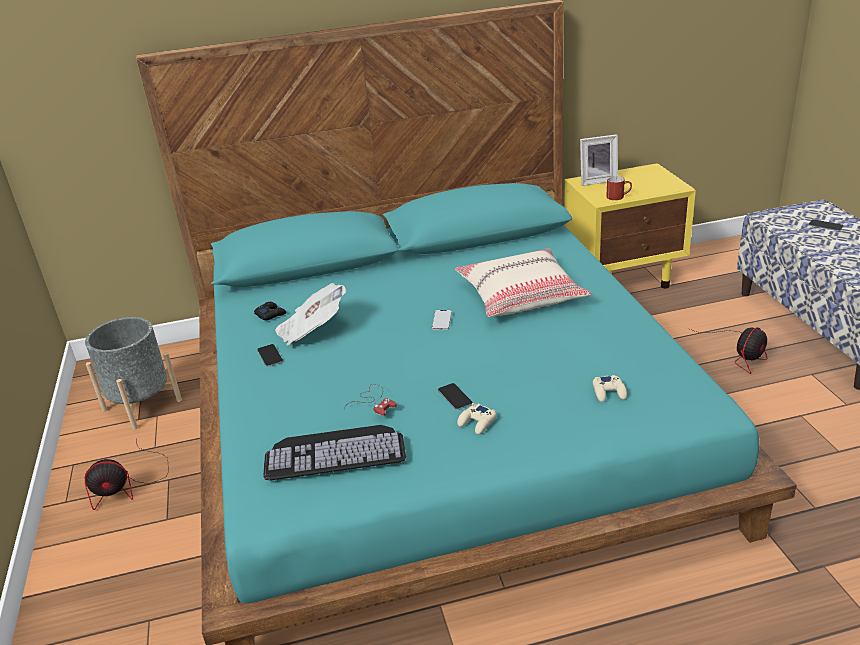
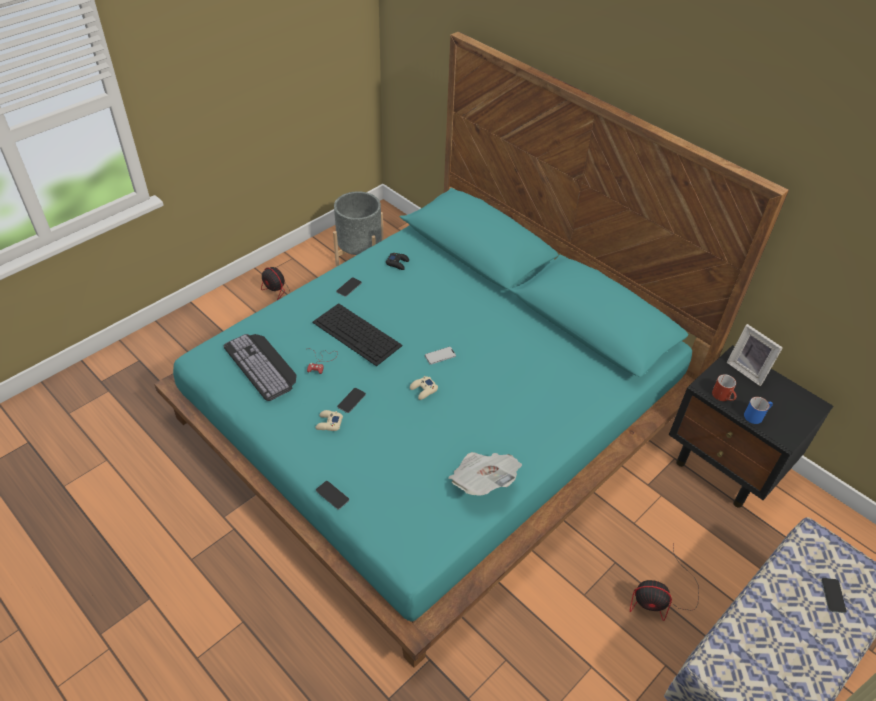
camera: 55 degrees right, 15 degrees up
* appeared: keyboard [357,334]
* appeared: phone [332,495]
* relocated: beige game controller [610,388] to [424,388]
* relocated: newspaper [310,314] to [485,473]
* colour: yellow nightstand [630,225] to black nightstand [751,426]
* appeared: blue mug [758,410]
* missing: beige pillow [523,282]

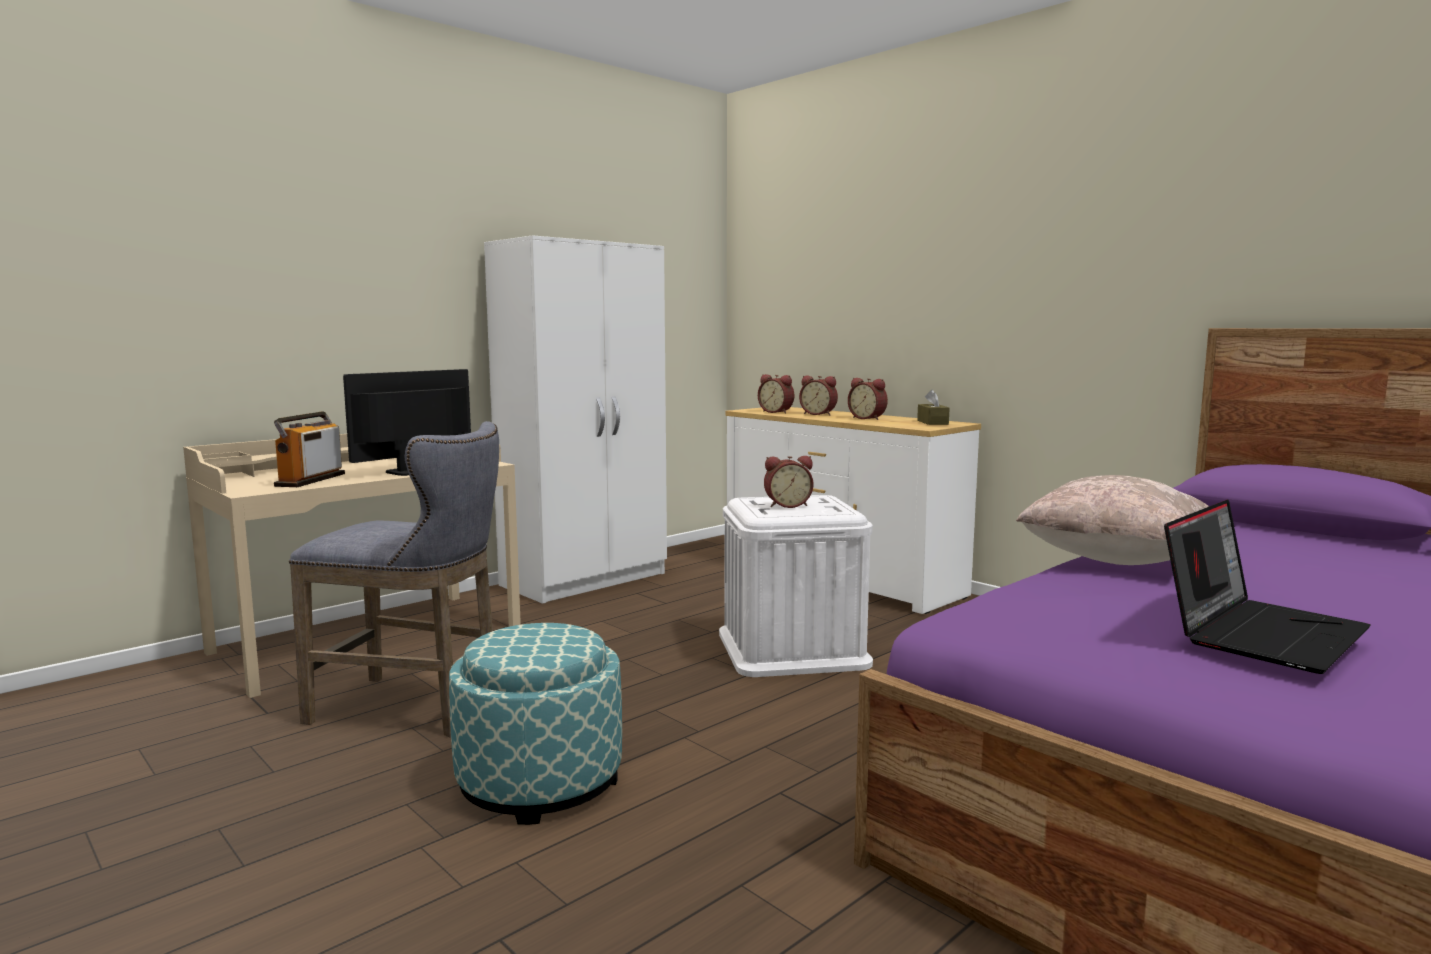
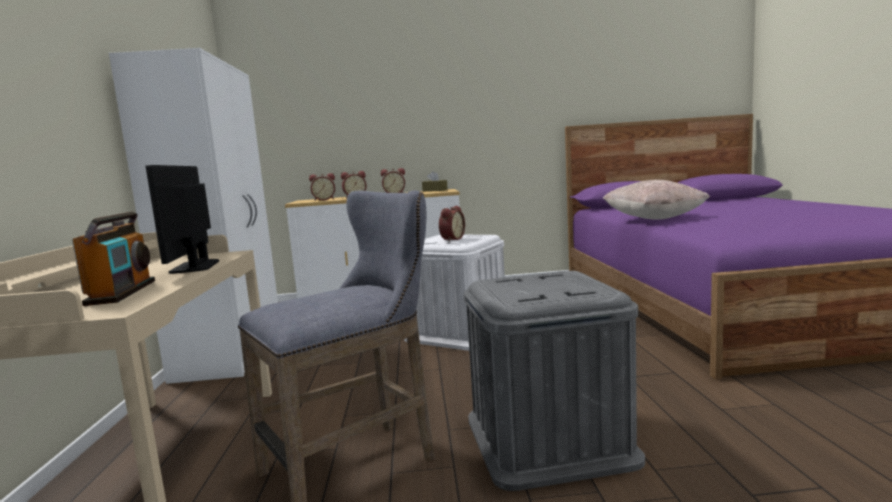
camera: 50 degrees left, 0 degrees up
* spun: radio [309,449] = [113,259] 150 degrees counterclockwise
* exchanged: ottoman [535,724] to grey storage box [554,381]
* missing: laptop [1267,586]

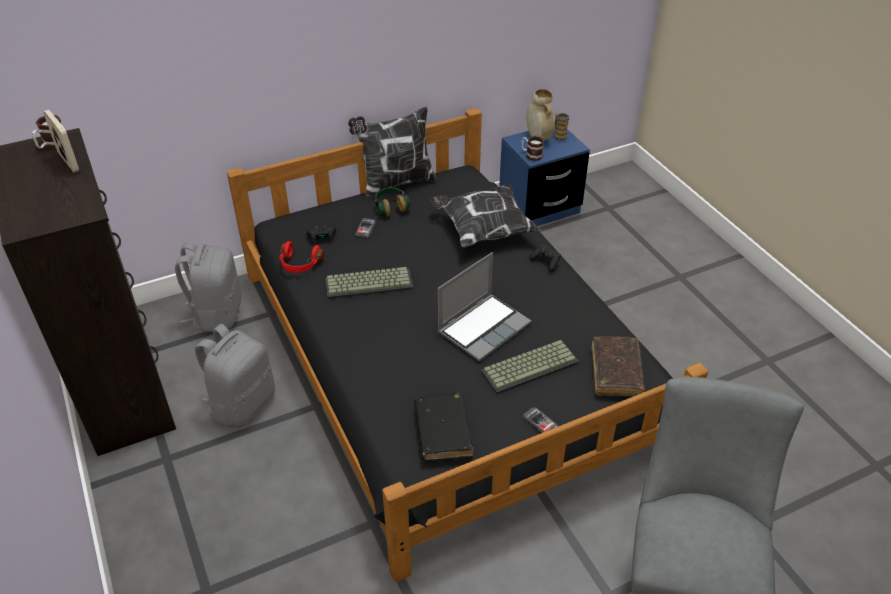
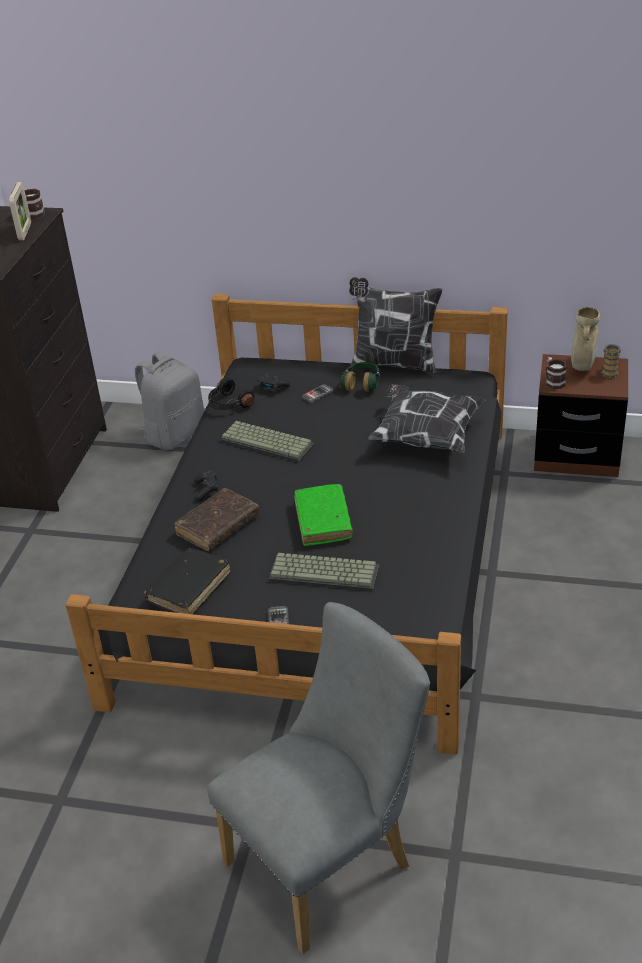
camera: 40 degrees right, 5 degrees down
* relocated: brown book [618,366] to [216,519]
* relocated: black game controller [545,258] to [206,485]
* colour: red headphones [302,257] to black headphones [231,394]
* exchanged: laptop [484,307] to green book [323,515]
* colour: blue nightstand [544,177] to brown nightstand [581,415]
* missing: grey backpack [235,376]

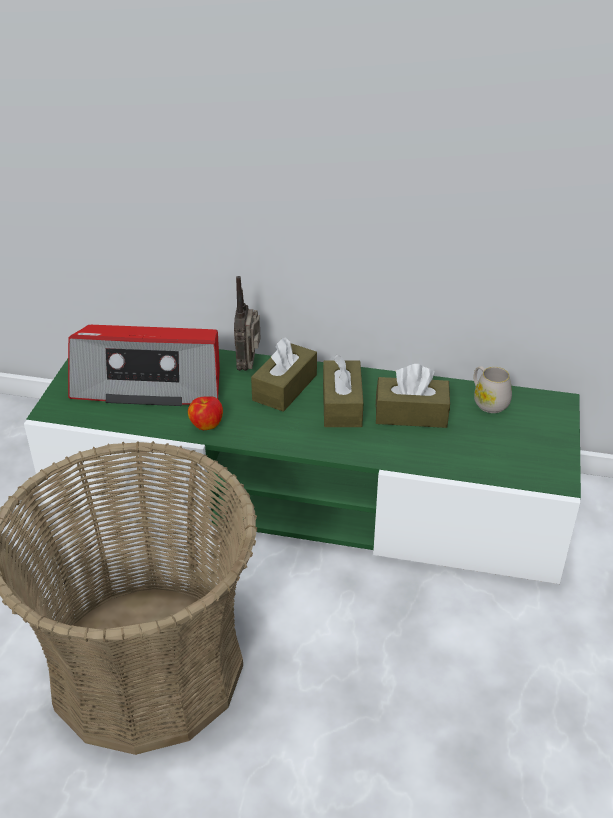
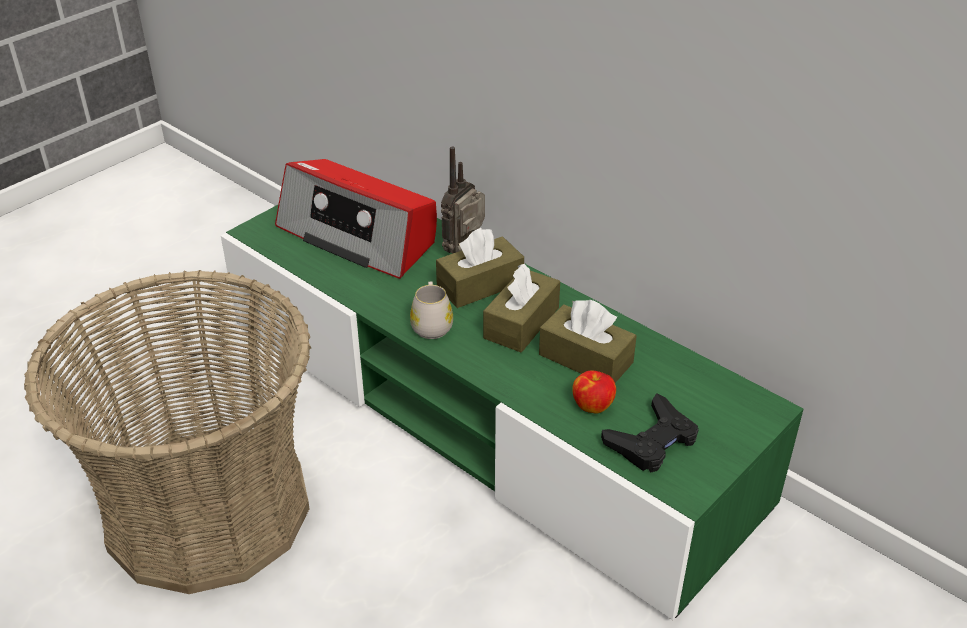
camera: 30 degrees right, 0 degrees up
* relocated: white mug [493,389] to [431,310]
* relocated: apple [205,413] to [594,392]
* appeared: black game controller [650,432]

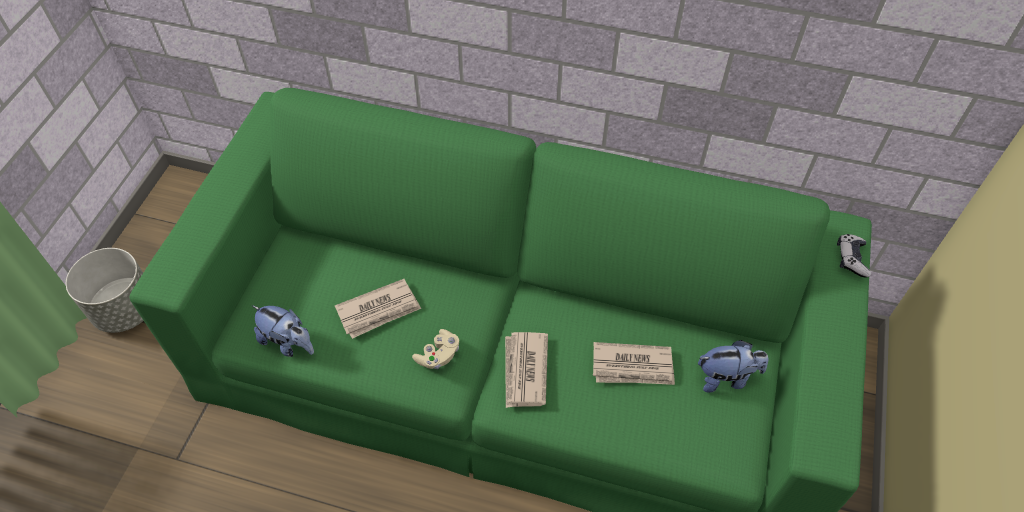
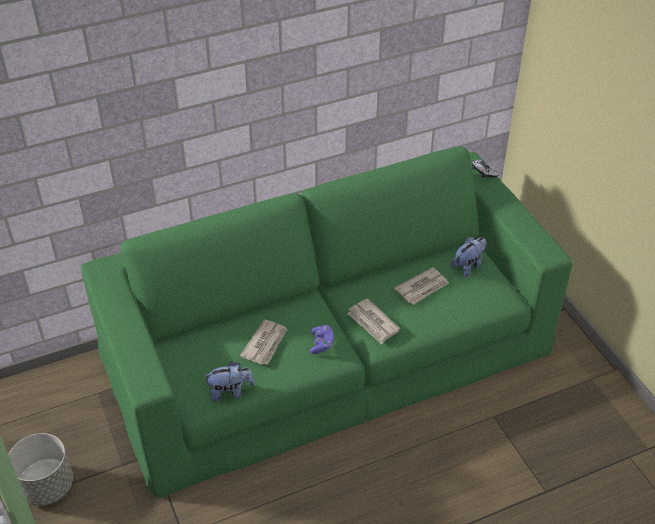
camera: 40 degrees left, 10 degrees down
* colour: beige game controller [435,349] to purple game controller [321,339]

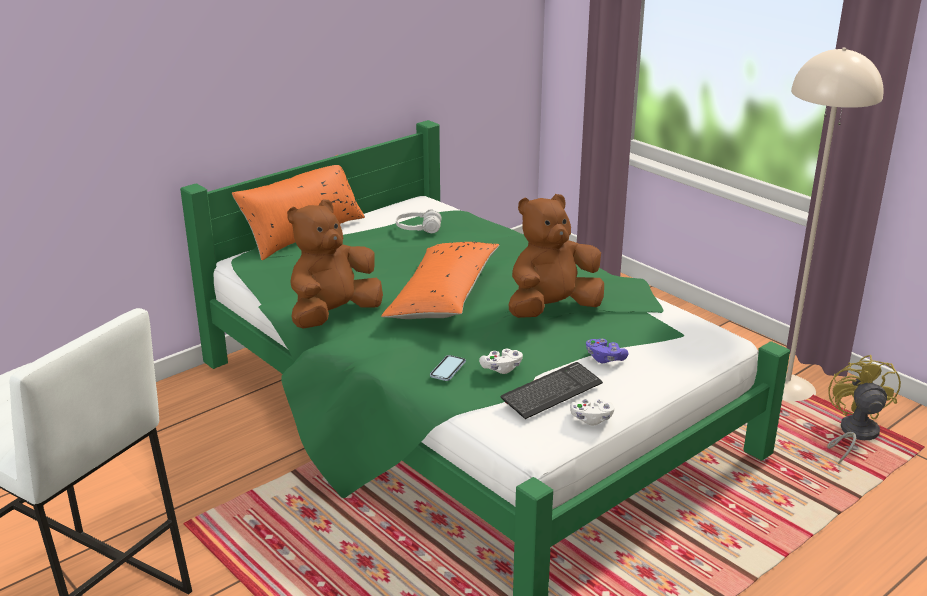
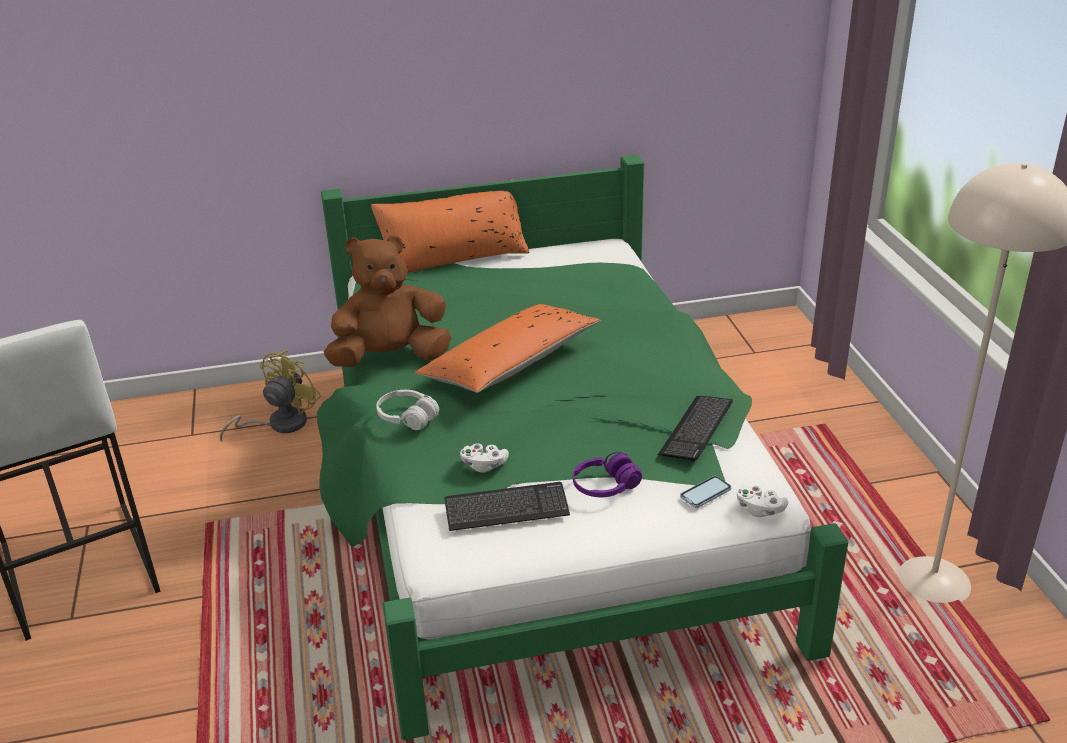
camera: 30 degrees right, 5 degrees up
* relocated: yellow fan [864,409] to [270,395]
* relocated: white headphones [419,221] to [407,410]
* exchanged: purple game controller [607,351] to purple headphones [607,474]
* appeared: keyboard [695,429]
* relocated: phone [448,368] to [705,492]
* relocated: white game controller [592,412] to [762,501]
* missing: brown plush toy [556,256]

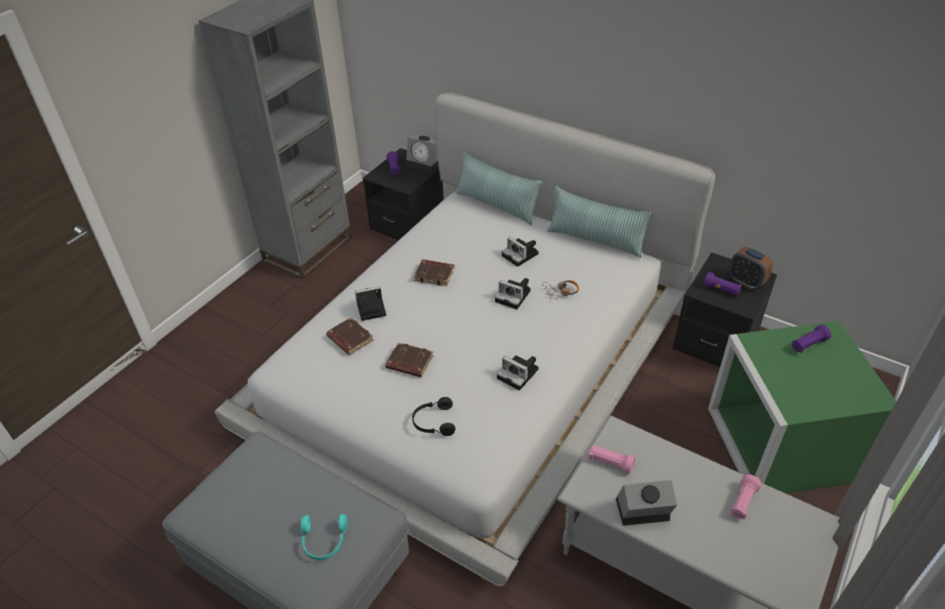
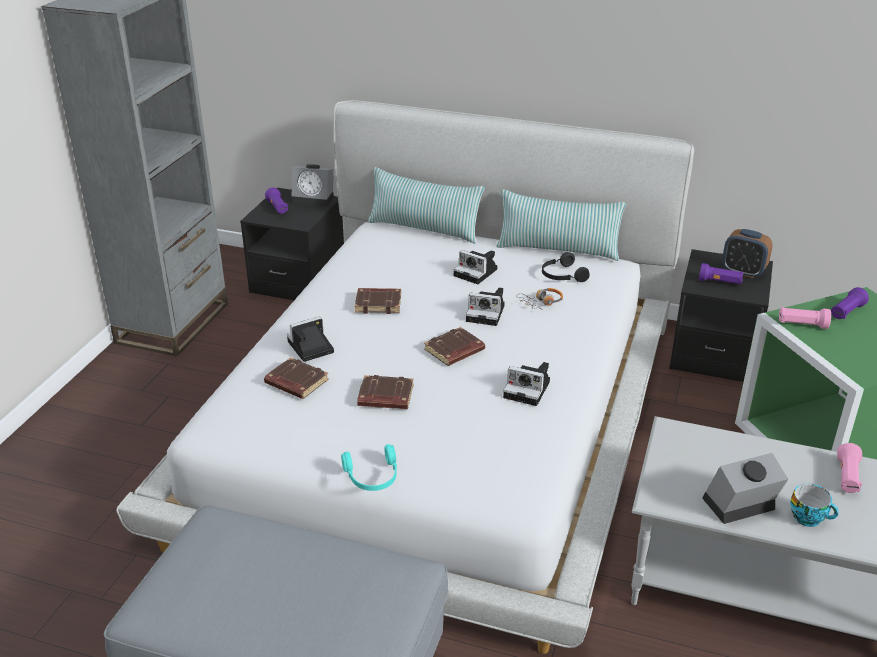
camera: 15 degrees left, 10 degrees down
* relocated: turquoise headphones [324,537] to [369,467]
* appeared: brown book [454,346]
* relocated: black headphones [433,416] to [566,267]
* relocated: pink flashlight [612,459] to [805,318]
* appeared: cup [814,505]

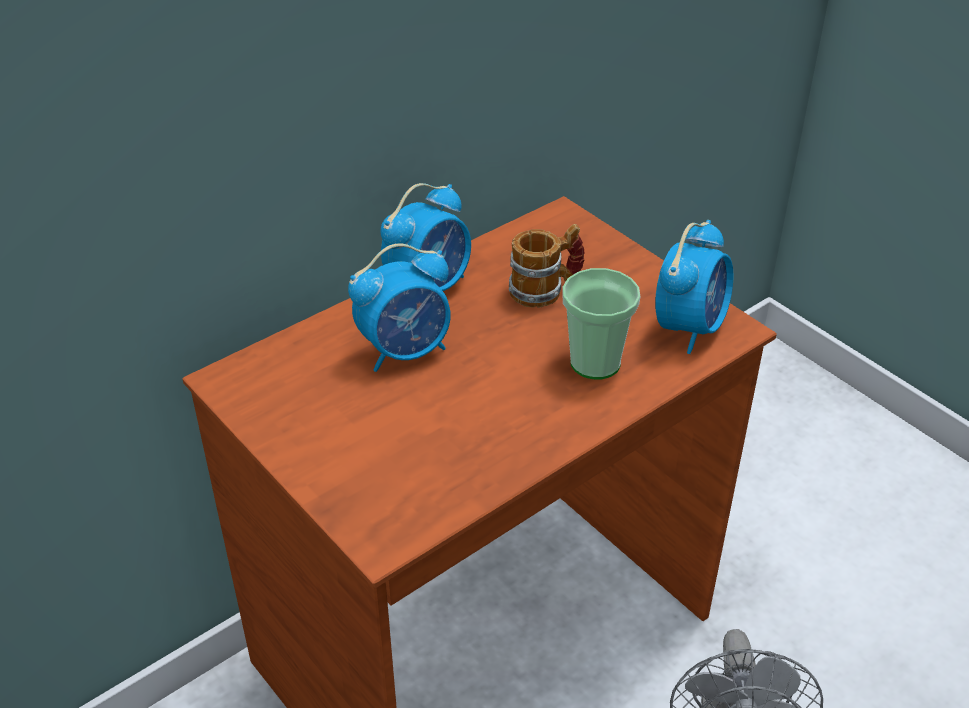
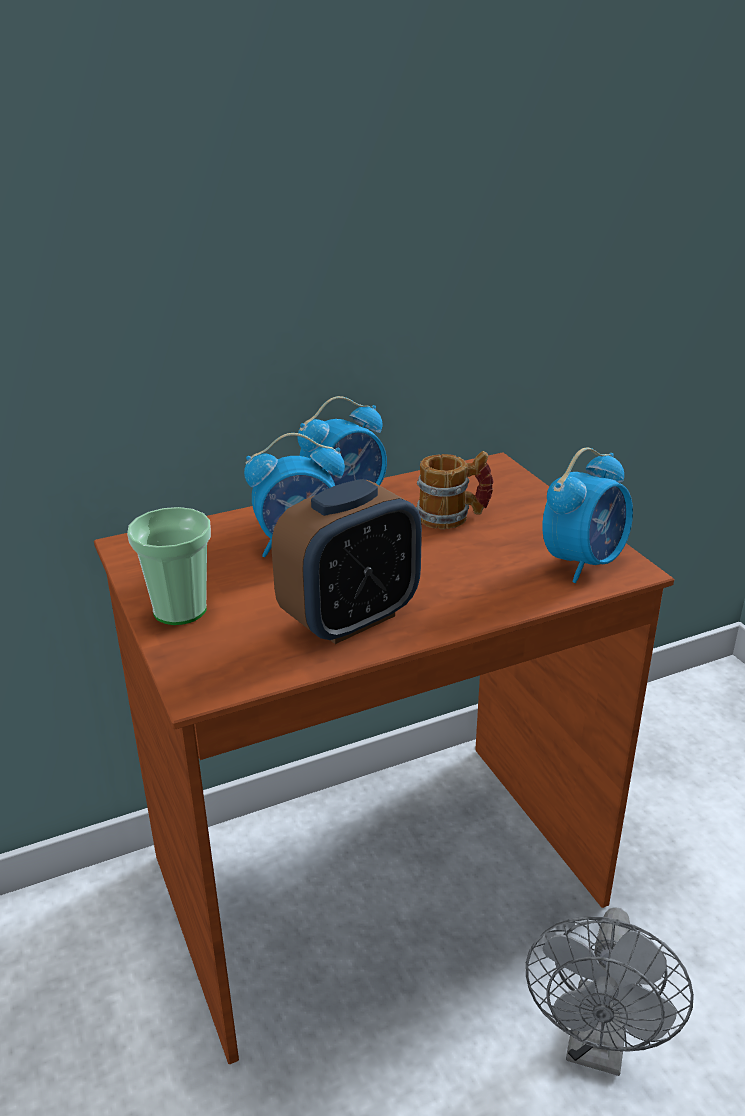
camera: 15 degrees right, 10 degrees down
* relocated: cup [601,324] to [169,566]
* appeared: alarm clock [347,561]

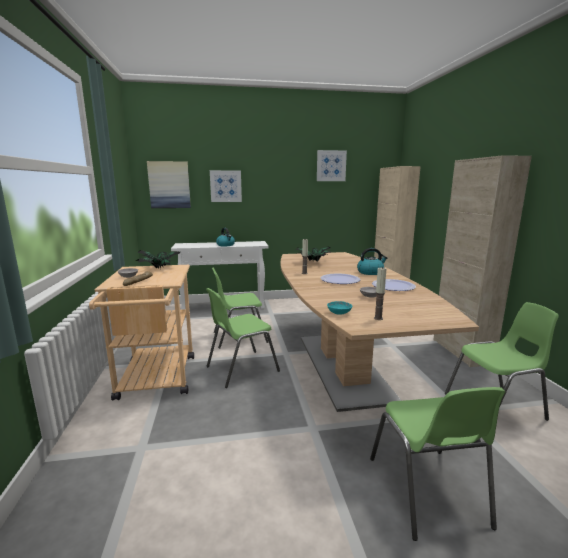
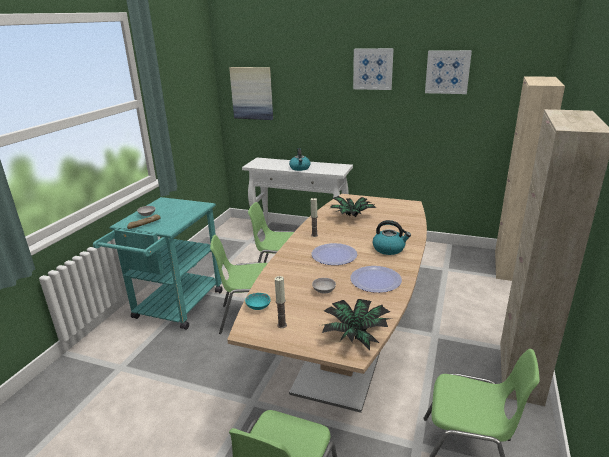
camera: 30 degrees right, 10 degrees up
* colour: beige cart [141,333] to turquoise cart [158,263]
* relocated: potted plant [158,259] to [355,325]
* relocated: picture [226,186] to [373,69]

